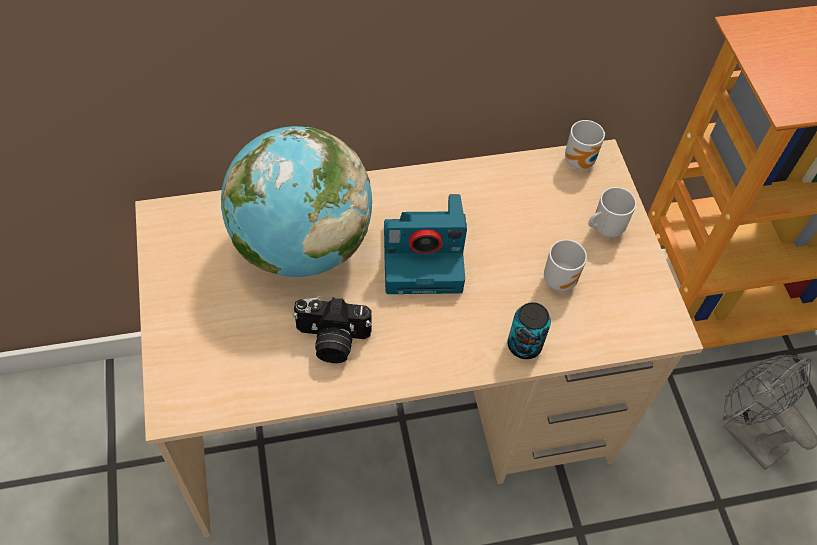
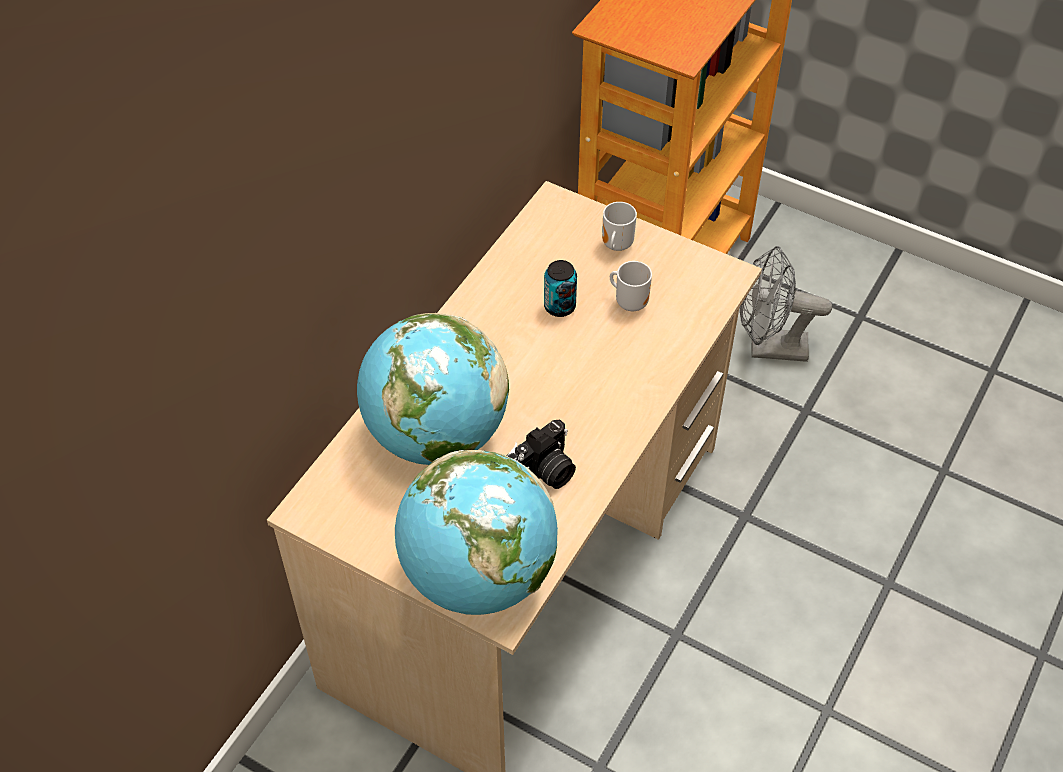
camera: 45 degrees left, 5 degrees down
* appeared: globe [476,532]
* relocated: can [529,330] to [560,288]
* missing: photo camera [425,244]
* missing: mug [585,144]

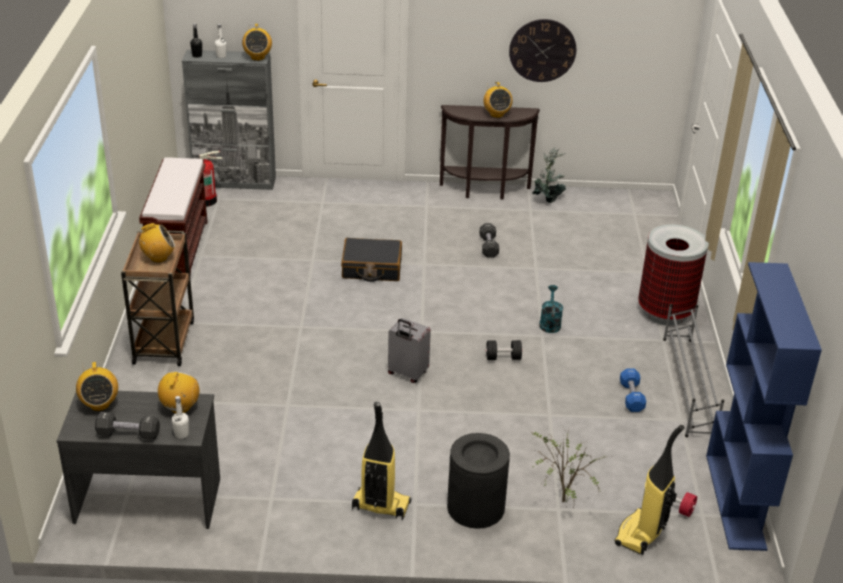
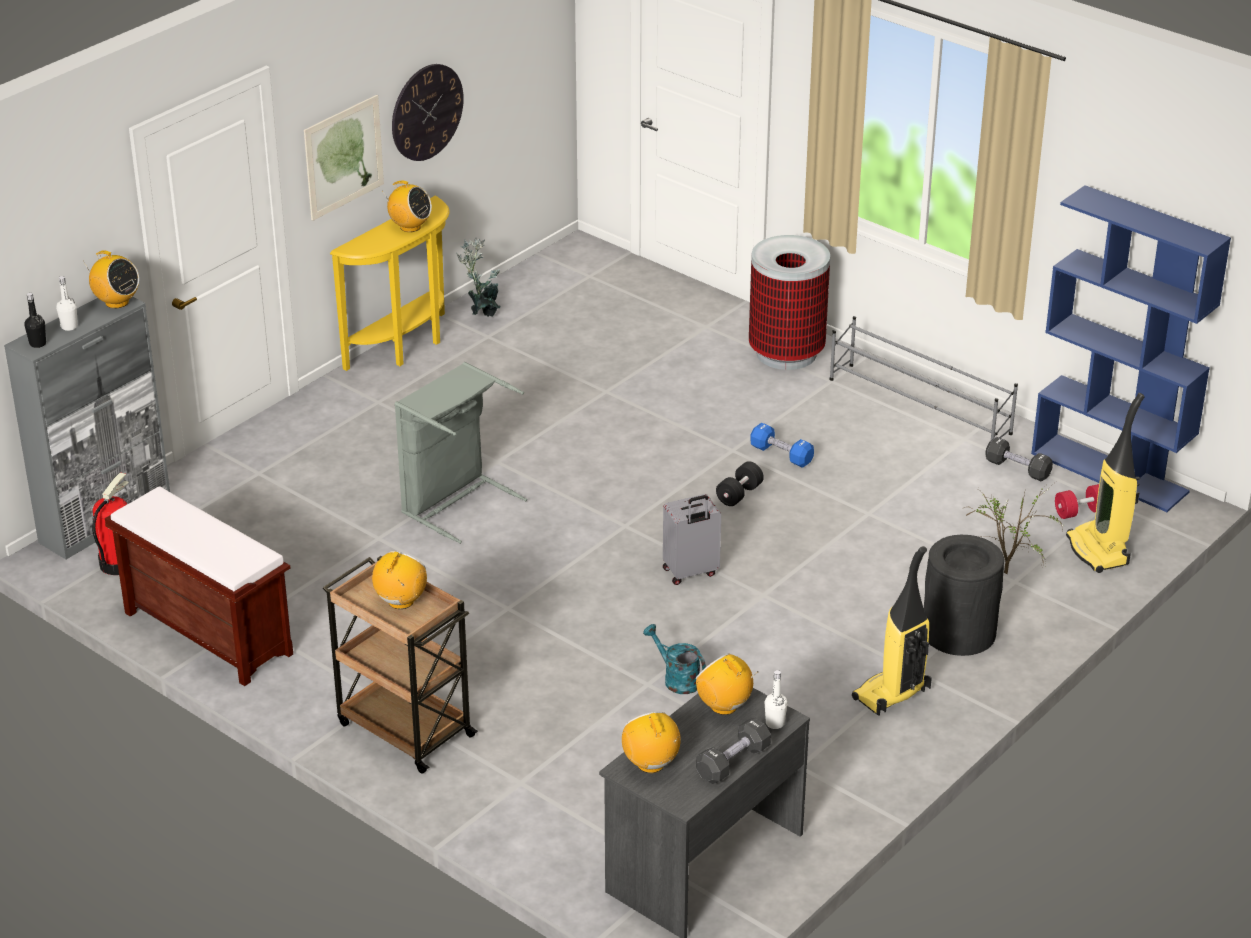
camera: 50 degrees left, 0 degrees up
* appeared: picture [344,158]
* colour: brown console table [490,152] to yellow console table [390,283]
* exchanged: black suitcase [371,260] to grey laundry basket [460,453]
* spun: radio [97,386] = [651,742] 135 degrees counterclockwise
* relocated: turquoise watering can [551,309] to [674,659]
* relocated: blue dumbbell [633,390] to [782,445]
* relocated: black dumbbell [489,240] to [1019,459]

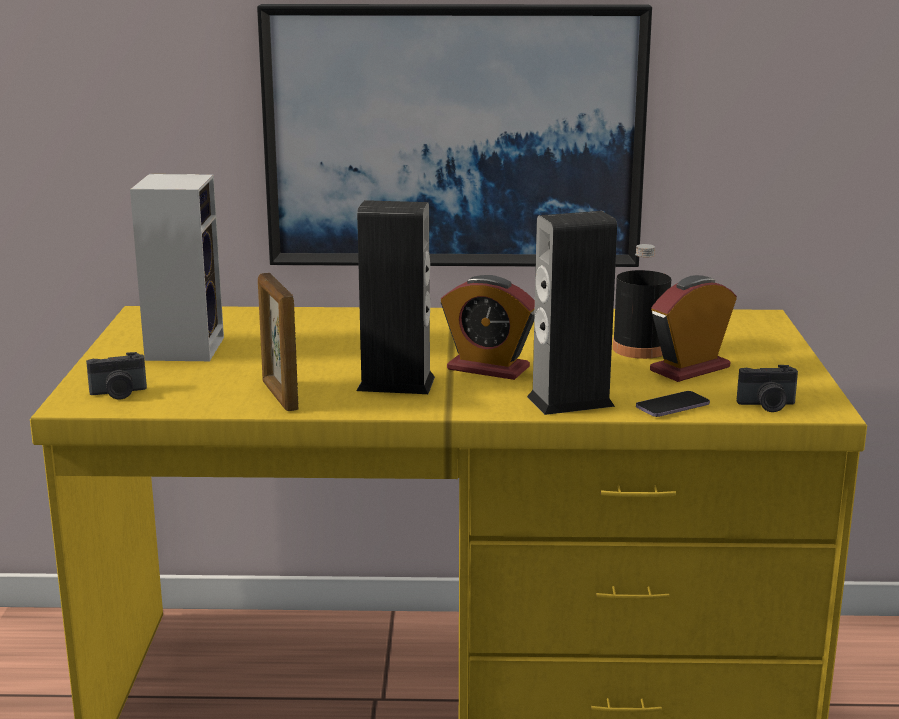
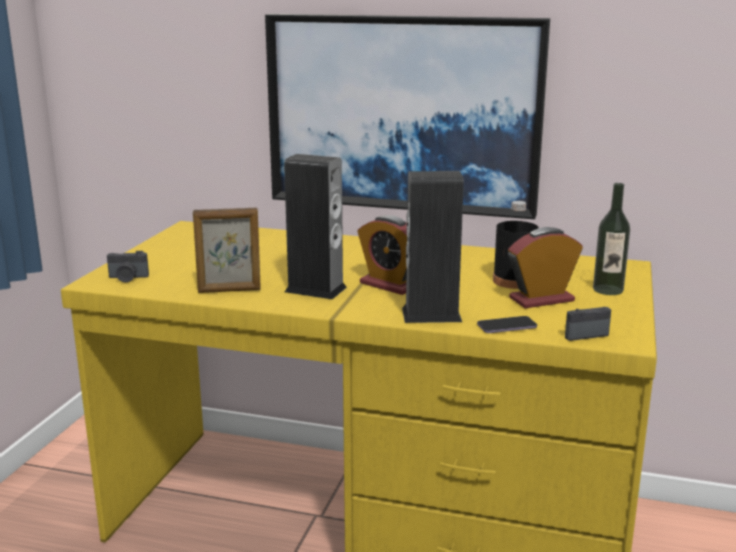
camera: 15 degrees right, 0 degrees up
* spun: picture frame [278,342] = [227,250] 90 degrees counterclockwise
* spun: photo camera [767,388] = [588,324] 150 degrees clockwise
* appeared: bottle [611,239]
* missing: speaker [177,267]

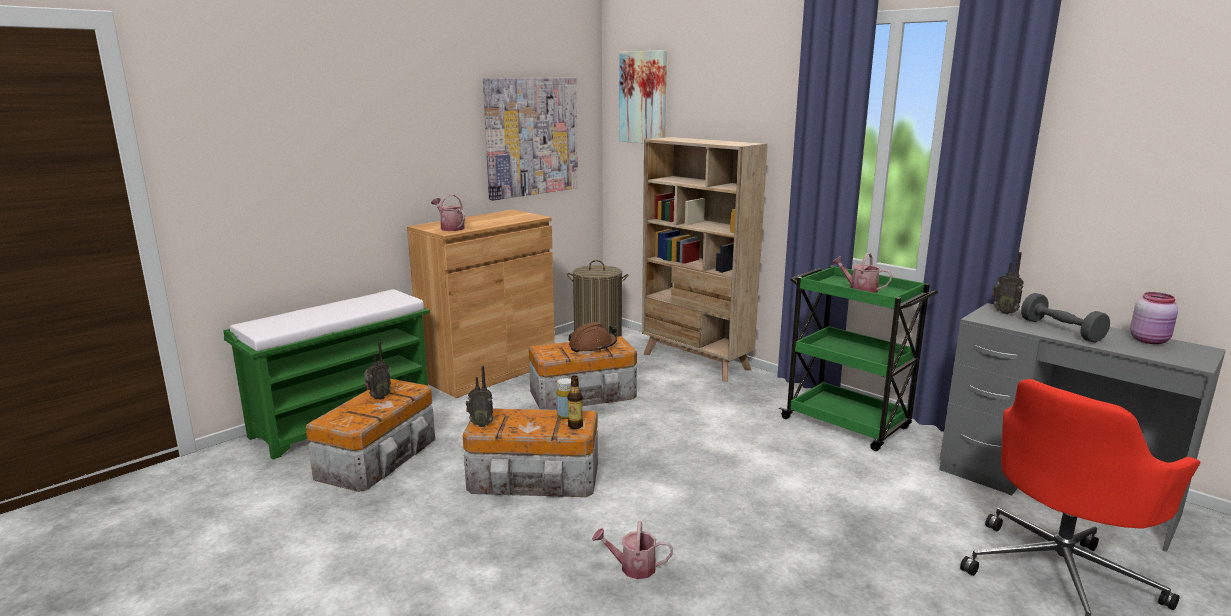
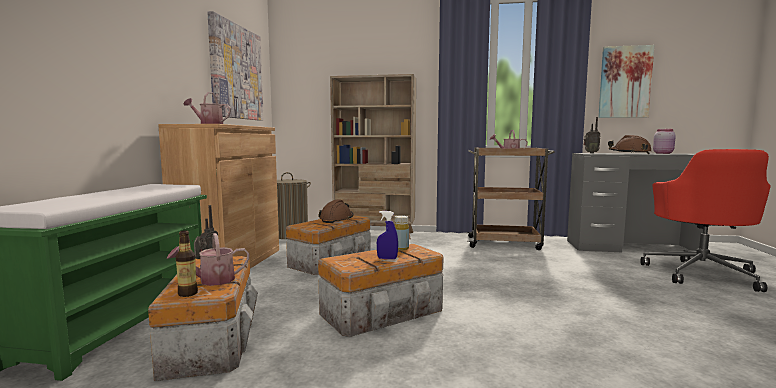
camera: 35 degrees left, 10 degrees down
* relocated: watering can [632,550] to [208,259]
* relocated: bottle [575,402] to [187,263]
* appeared: blue spray bottle [387,235]
* colour: green cart [858,358] to brown cart [510,199]
* relocated: picture [643,96] to [626,81]
* exchanged: grey dumbbell [1065,318] to brown hard hat [629,144]
* missing: radio [480,396]

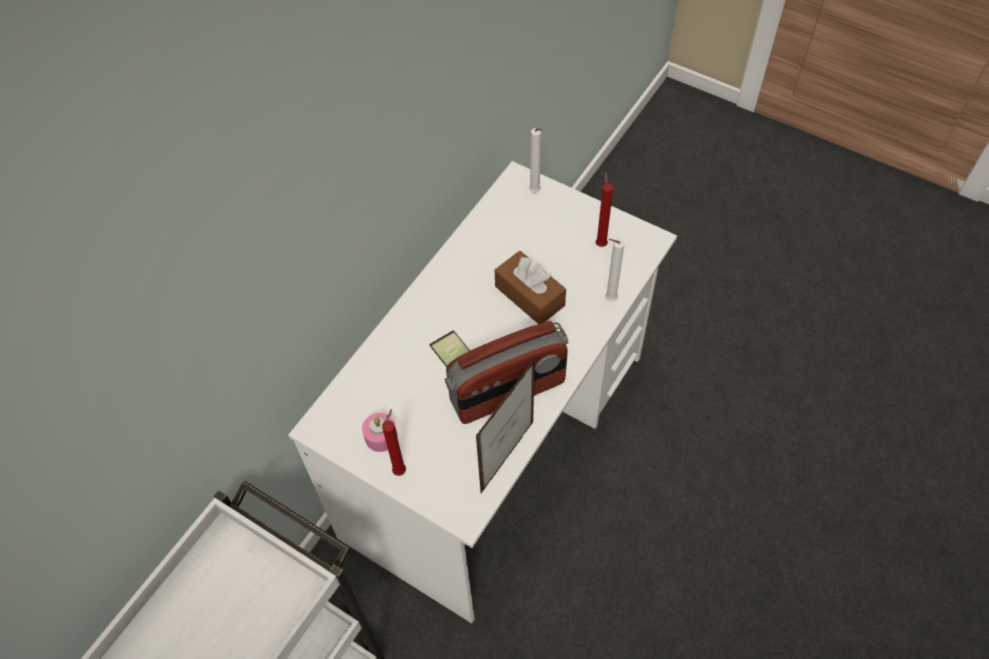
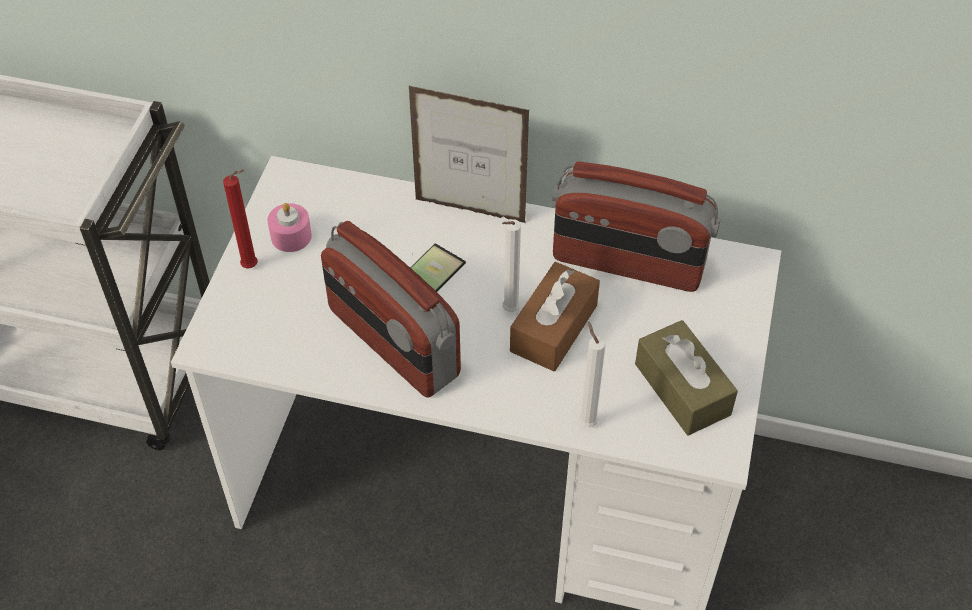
camera: 70 degrees right, 5 degrees down
* relocated: picture frame [505,425] to [469,154]
* relocated: white candle [535,160] to [511,265]
* appeared: radio [636,227]
* exchanged: red candle [604,209] to brown tissue box [686,378]

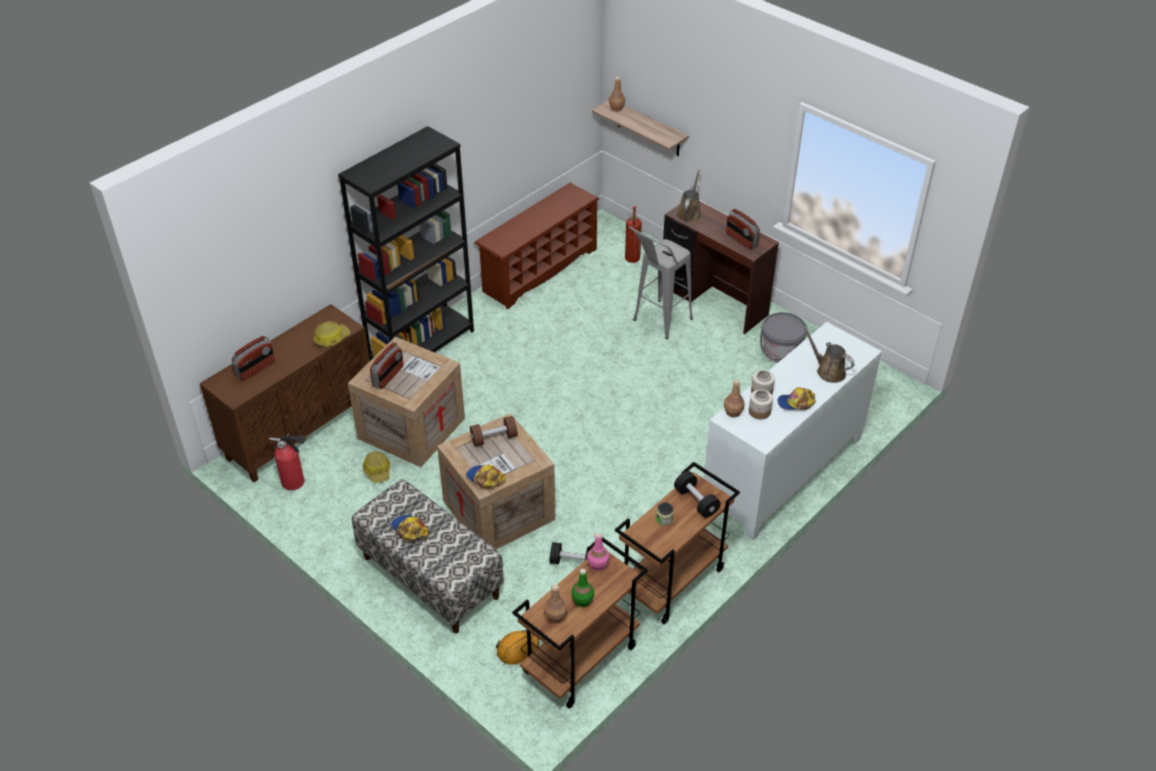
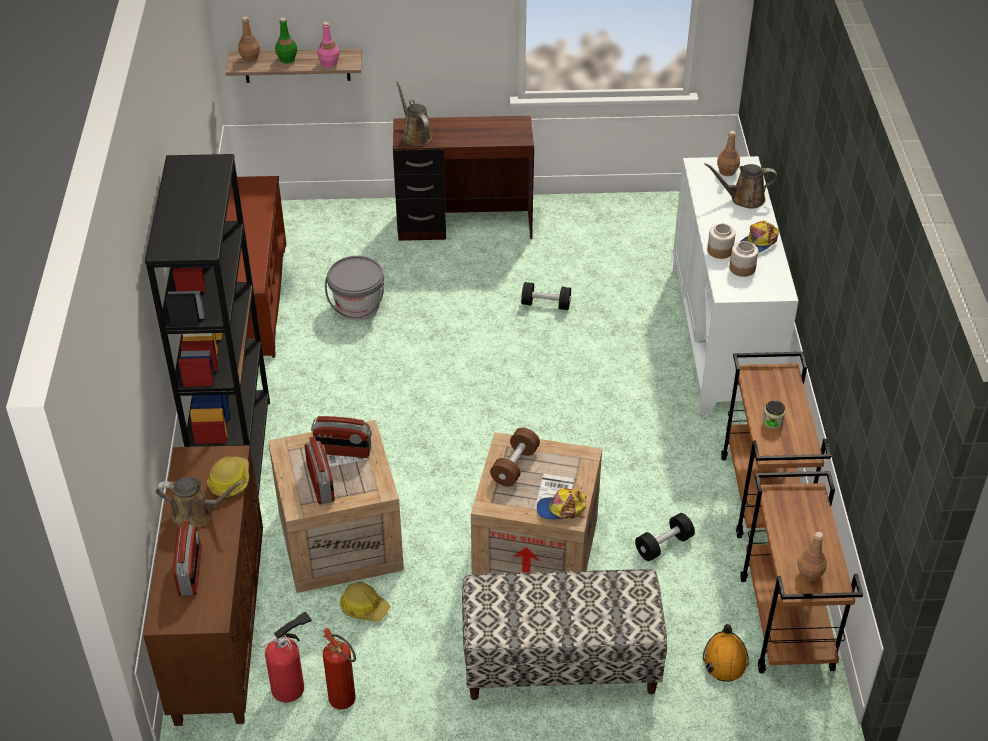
camera: 45 degrees left, 0 degrees up
* appeared: brown watering can [200,502]
* relocated: green bottle [582,588] to [286,40]
* relocated: radio [743,229] to [341,437]
* relocated: pink bottle [598,552] to [328,45]
* relocated: fire extinguisher [633,234] to [339,668]
* relocated: grey bucket [783,337] to [354,288]
* relocated: black dumbbell [697,494] to [546,296]
* relocated: brown bottle [734,398] to [728,153]
* missing: cap [410,528]
* missing: grey stool [661,282]

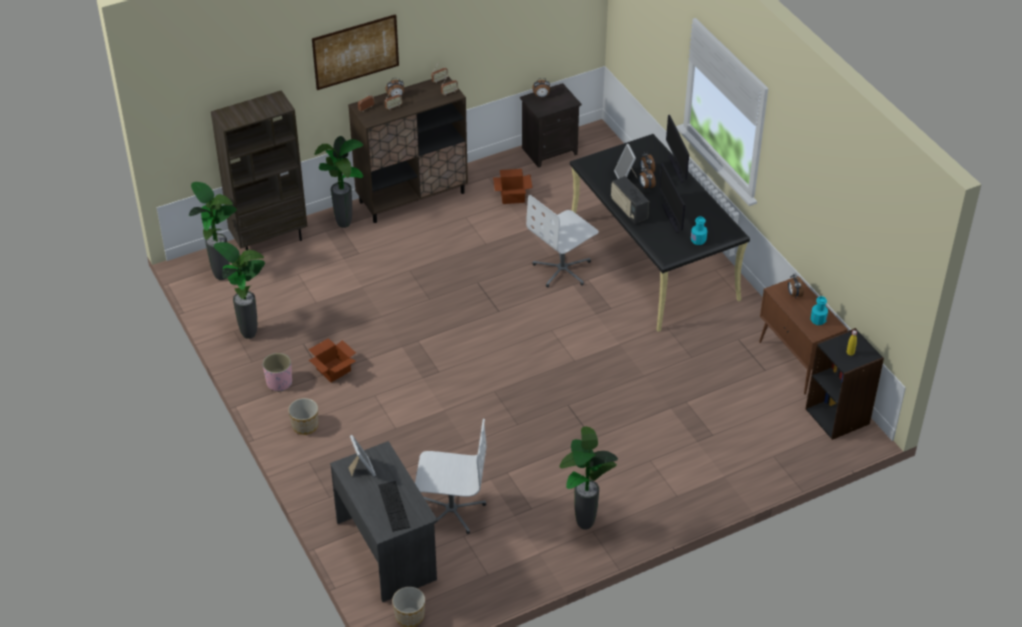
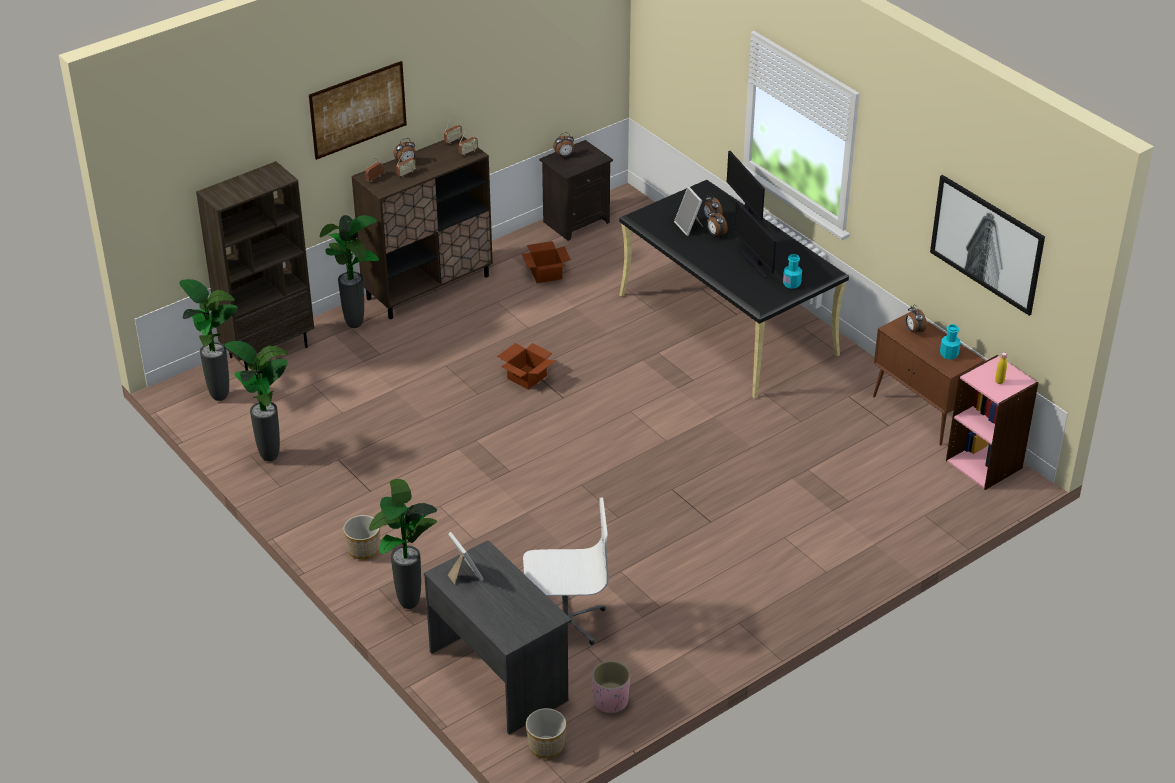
camera: 10 degrees left, 5 degrees down
* relocated: potted plant [588,478] to [403,544]
* relocated: cardboard box [332,360] to [526,366]
* relocated: pink planter [277,372] to [611,687]
* appeared: picture [987,245]
* colour: black bookcase [845,384] to pink bookcase [992,422]
* missing: keyboard [394,506]
* missing: white office chair [562,241]
* missing: radio [630,200]

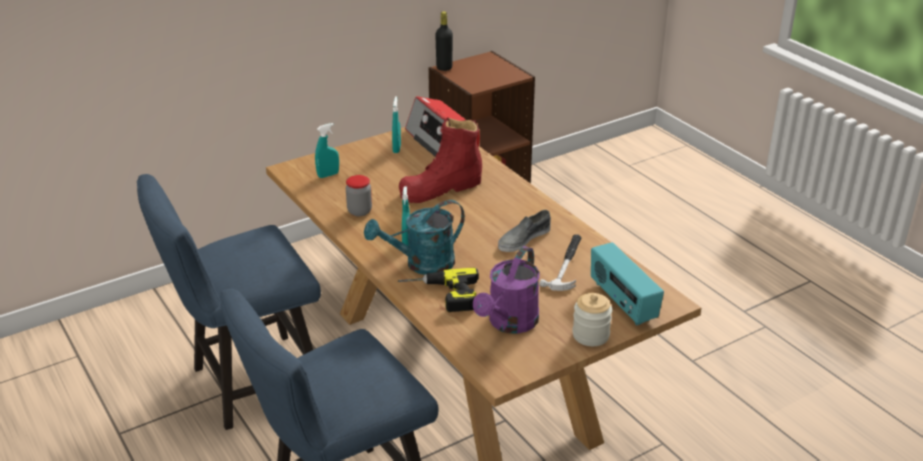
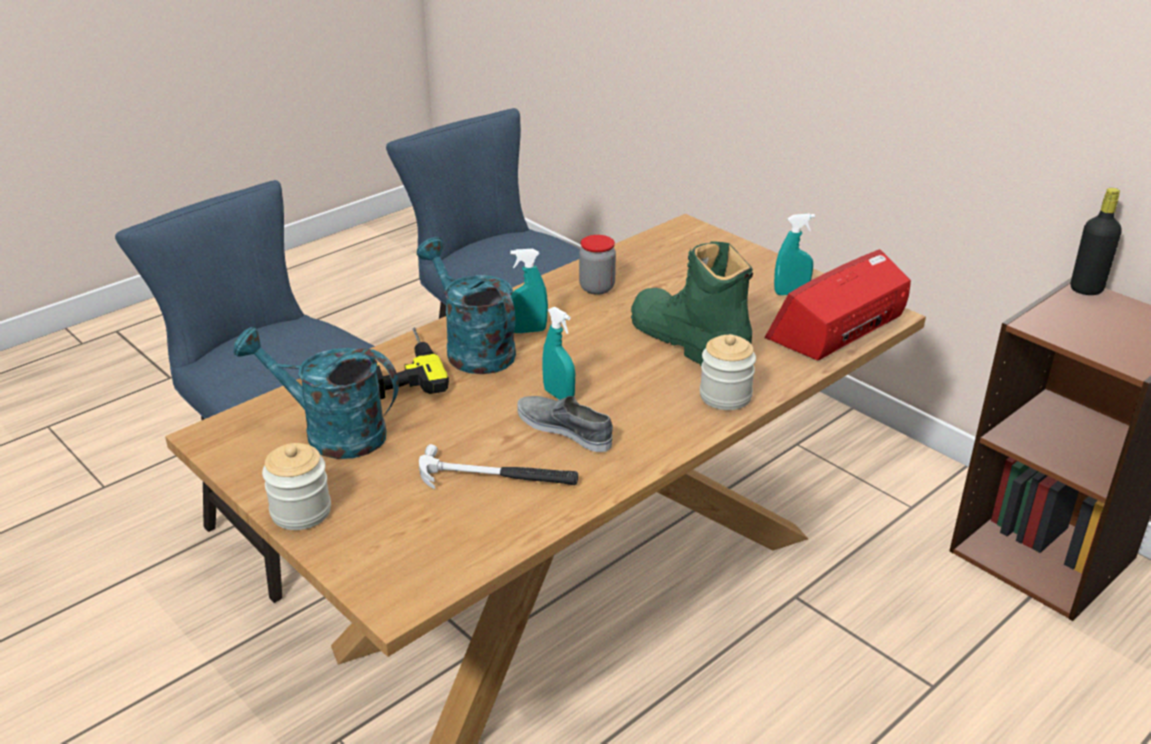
camera: 80 degrees right, 0 degrees up
* colour: purple watering can [506,290] to turquoise watering can [316,393]
* relocated: turquoise spray bottle [327,150] to [558,353]
* colour: red boot [440,160] to green boot [692,304]
* appeared: jar [728,372]
* missing: radio [627,284]

